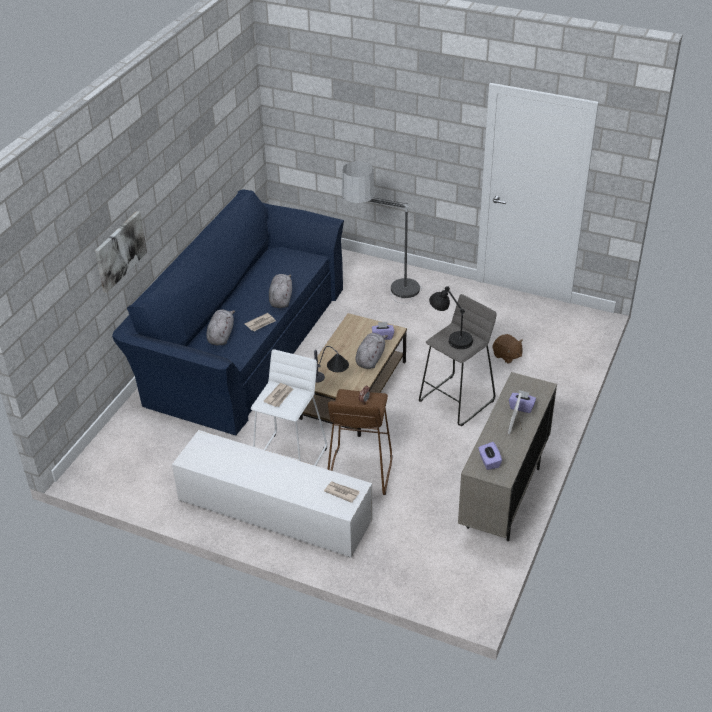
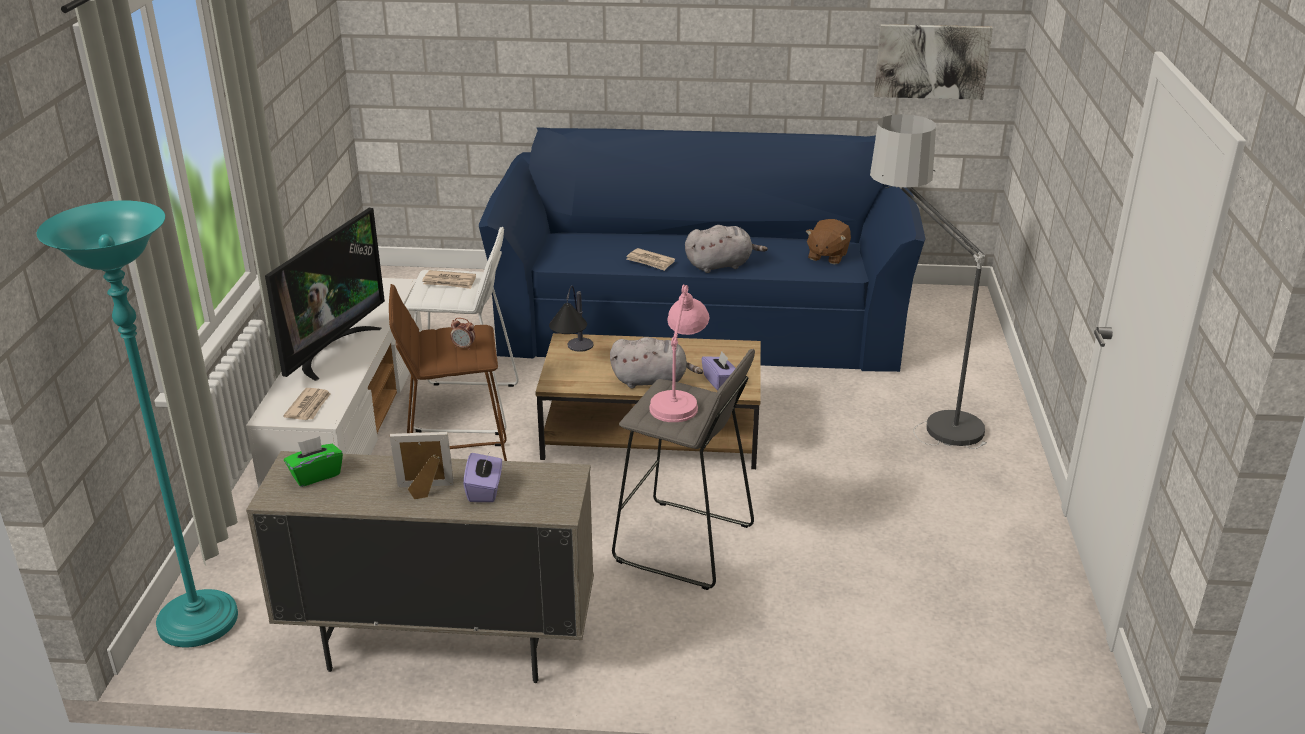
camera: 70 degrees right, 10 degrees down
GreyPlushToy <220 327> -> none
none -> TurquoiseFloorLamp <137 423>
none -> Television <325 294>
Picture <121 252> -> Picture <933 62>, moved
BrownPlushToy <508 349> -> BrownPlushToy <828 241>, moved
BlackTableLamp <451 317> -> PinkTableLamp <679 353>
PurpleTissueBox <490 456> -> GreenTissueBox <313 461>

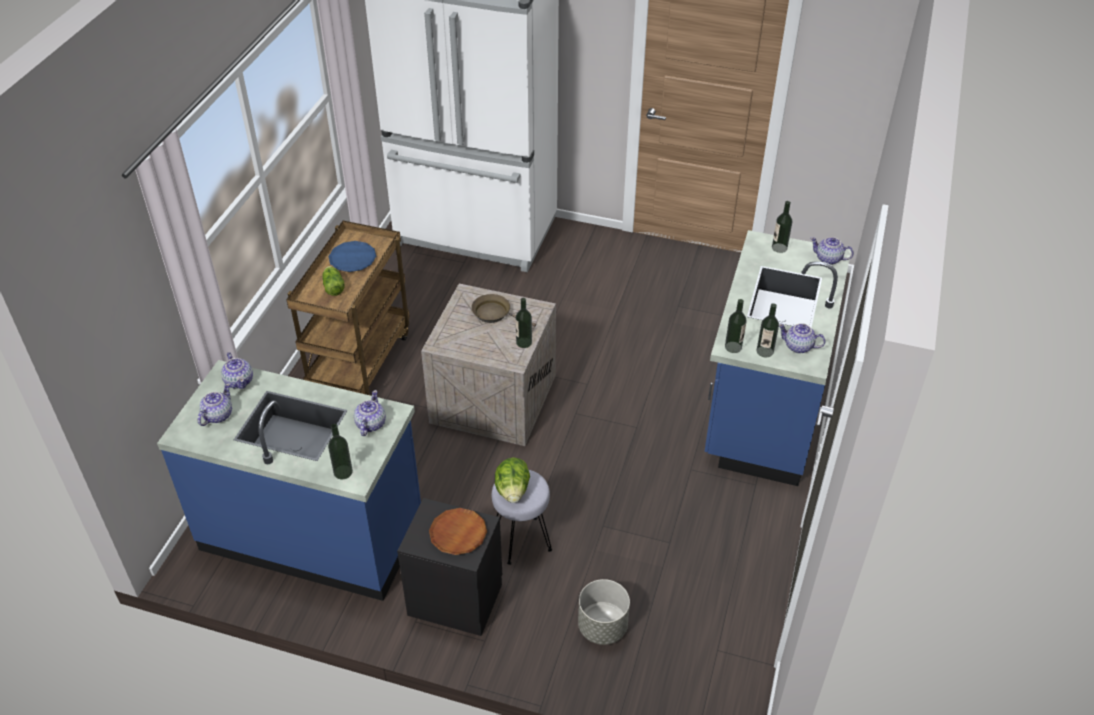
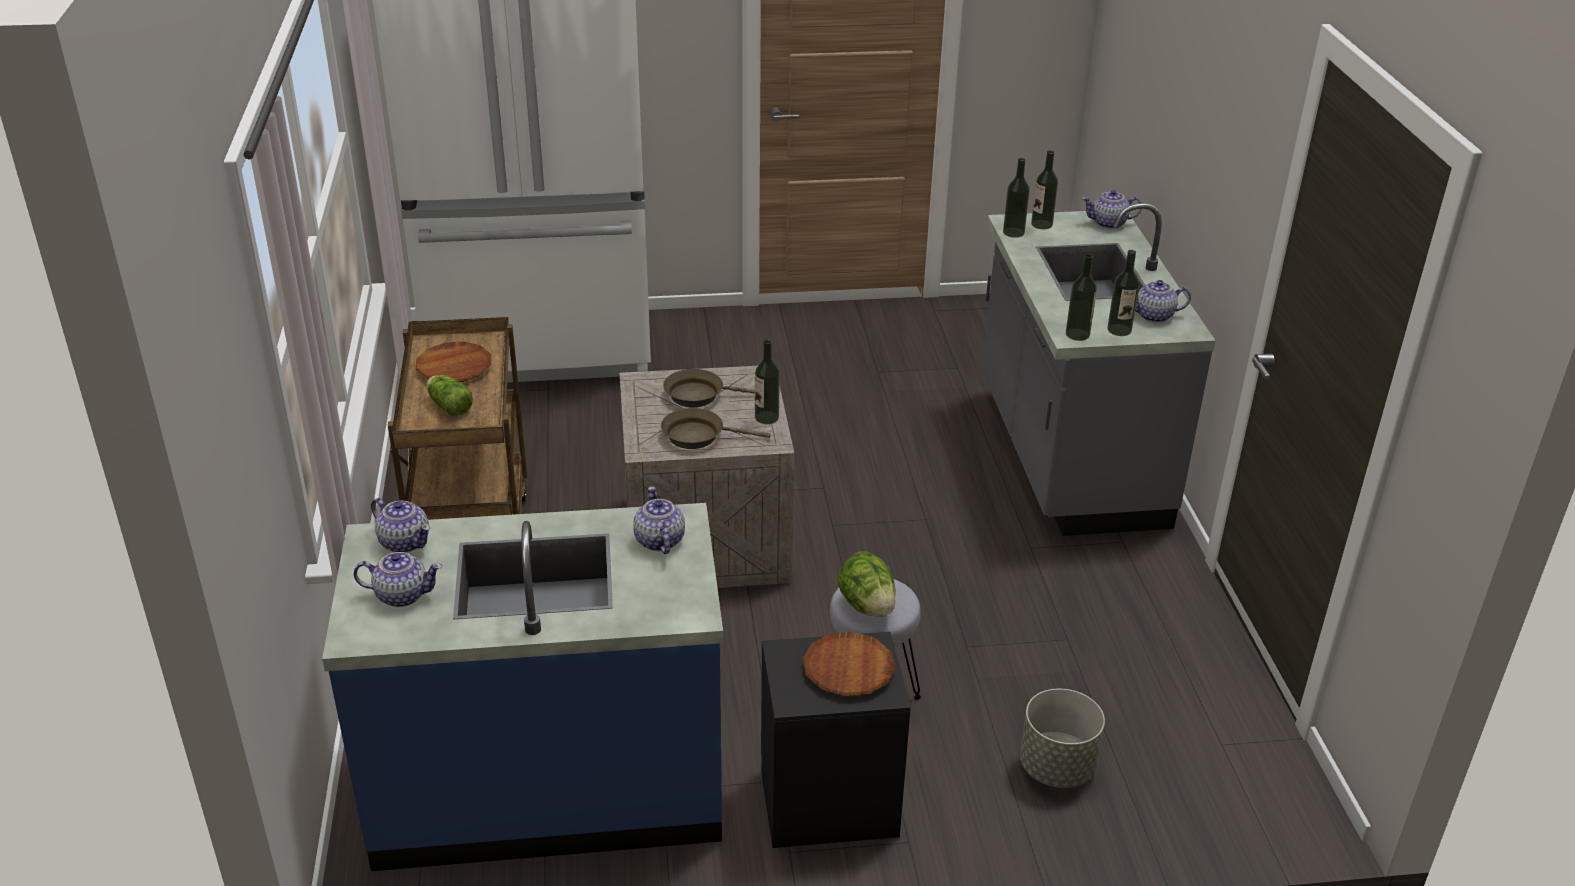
camera: 25 degrees left, 10 degrees down
none -> BrownFryingPan <716 428>
Bottle <340 451> -> Bottle <1016 198>, moved
BluePlate <352 256> -> BrownPlate <453 361>
BlueCounter <778 358> -> GreyCounter <1099 369>
Teapot <215 404> -> Teapot <398 579>, 90 degrees clockwise

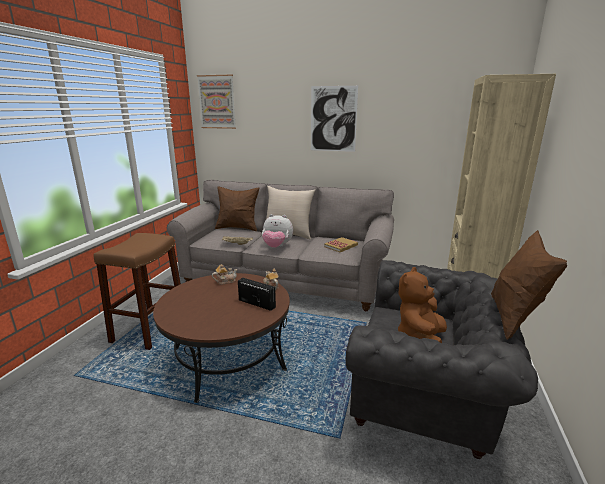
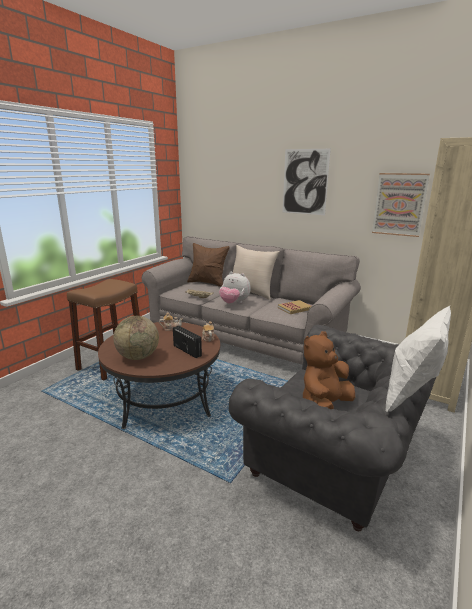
camera: 15 degrees right, 0 degrees up
none -> Globe <136 338>
Picture <216 101> -> Picture <401 205>, moved
BrownPillow <529 285> -> WhitePillow <418 359>

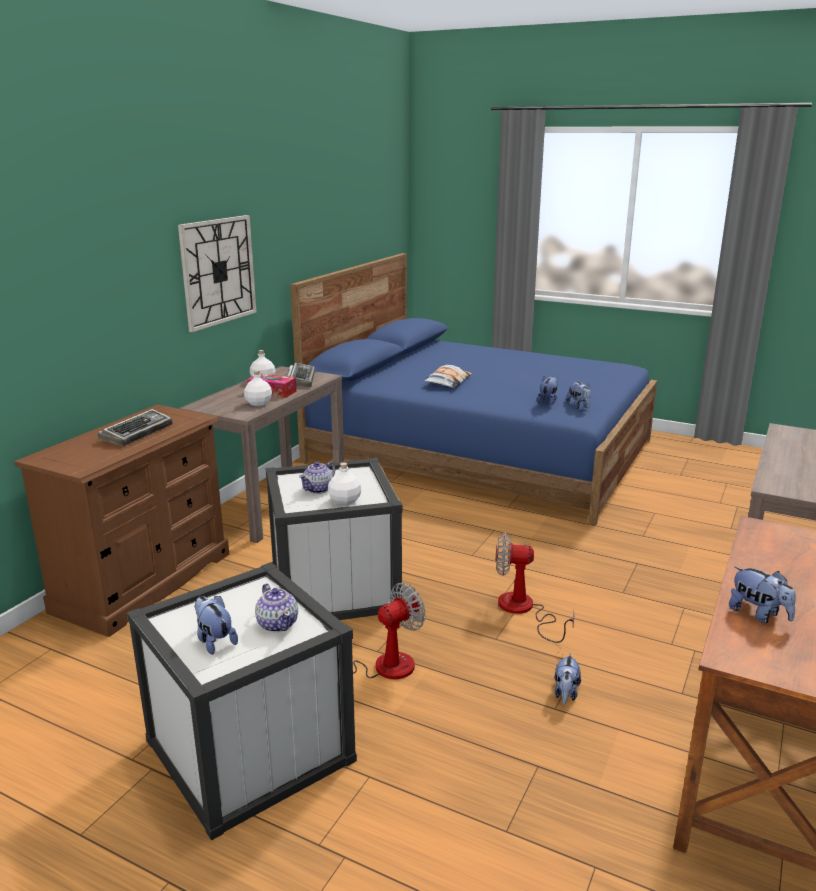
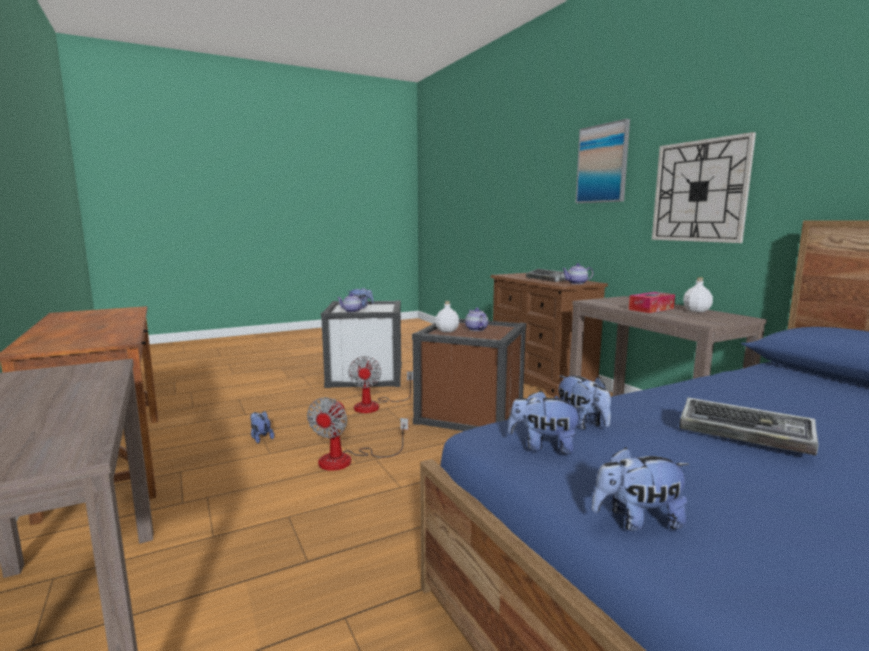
camera: 125 degrees right, 10 degrees down
WhiteBottle <258 388> -> none
Pillow <448 376> -> none
none -> Teapot <577 273>
none -> Picture <602 161>
Keyboard <300 375> -> Keyboard <748 426>, moved
PlushToy <762 594> -> PlushToy <640 489>, moved
WhiteStorageBox <334 539> -> BrownStorageBox <469 375>
Fan <535 587> -> Fan <357 434>, 150 degrees clockwise

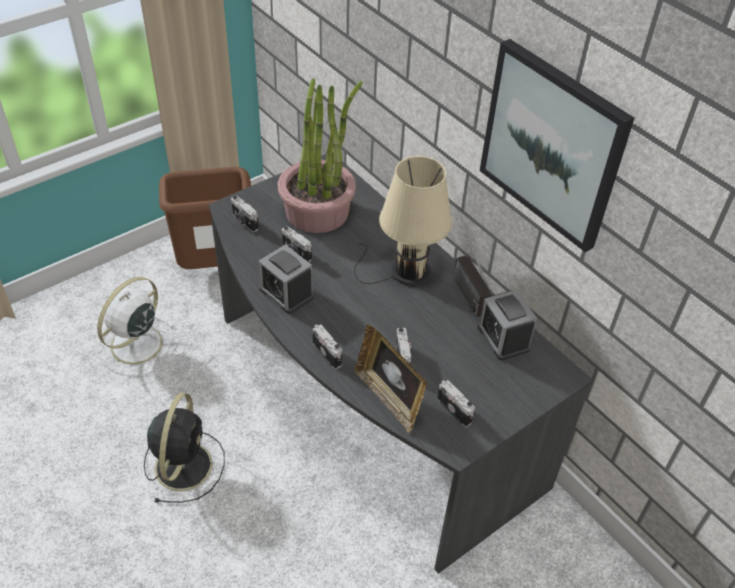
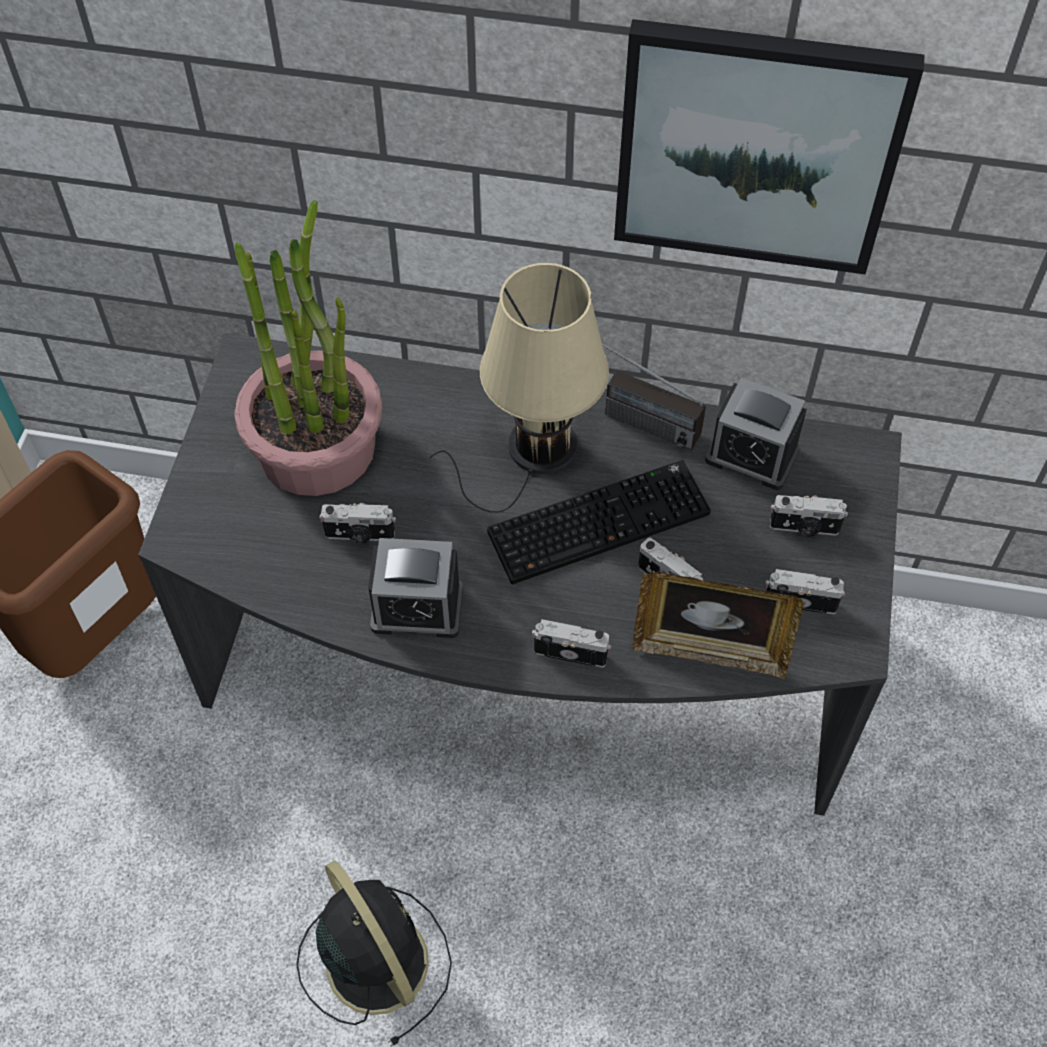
camera: 40 degrees left, 10 degrees up
WhiteFan <135 326> -> none
none -> Keyboard <599 522>
PhotoCamera <245 214> -> PhotoCamera <809 515>, moved

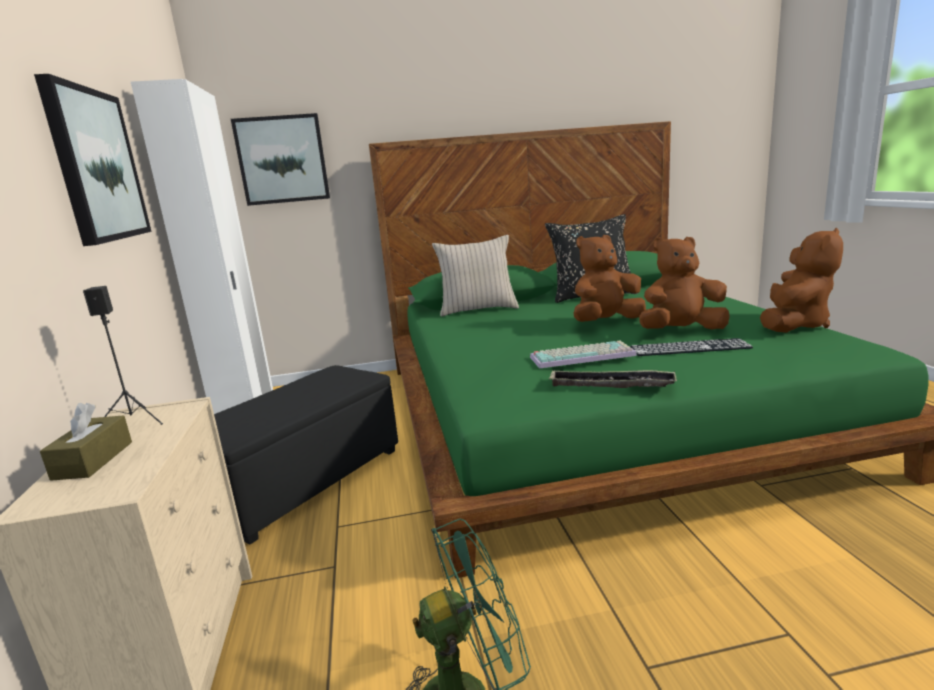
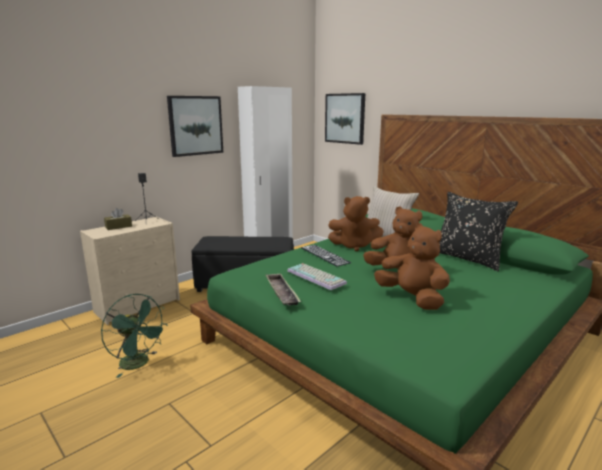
camera: 55 degrees right, 0 degrees up
Keyboard <691 347> -> Keyboard <326 256>, moved
BrownPlushToy <801 280> -> BrownPlushToy <356 223>, moved

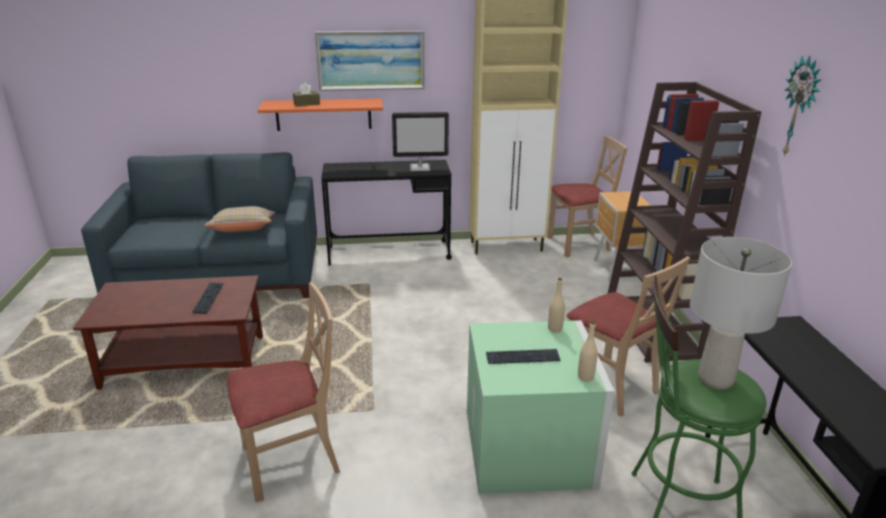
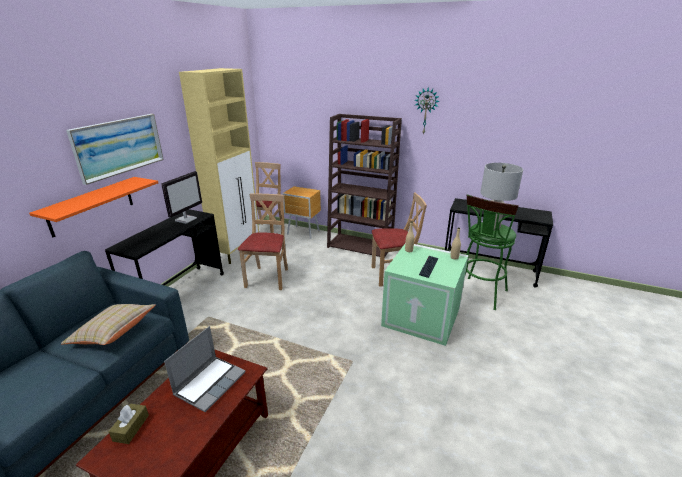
camera: 60 degrees left, 0 degrees up
BeigeChair <283 392> -> BeigeChair <263 242>, moved
BrownTissueBox <306 94> -> BrownTissueBox <129 424>, moved
Keyboard <208 298> -> Laptop <205 369>

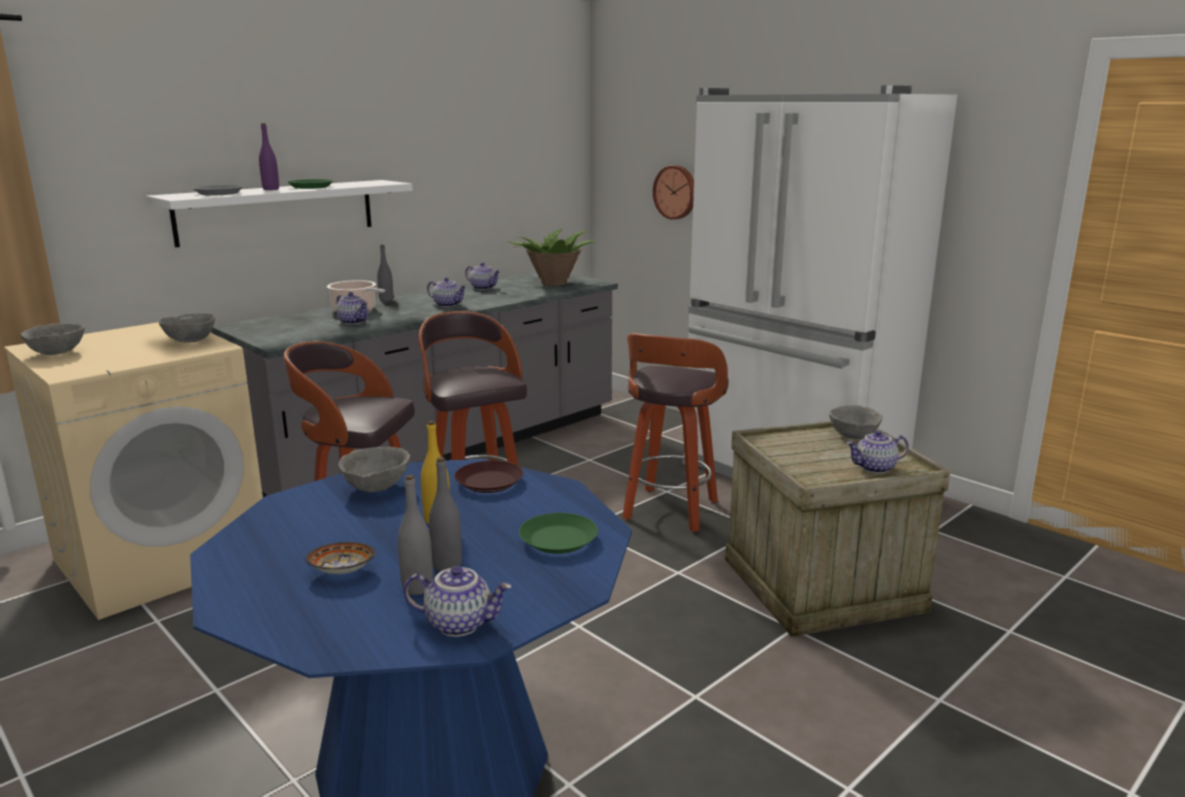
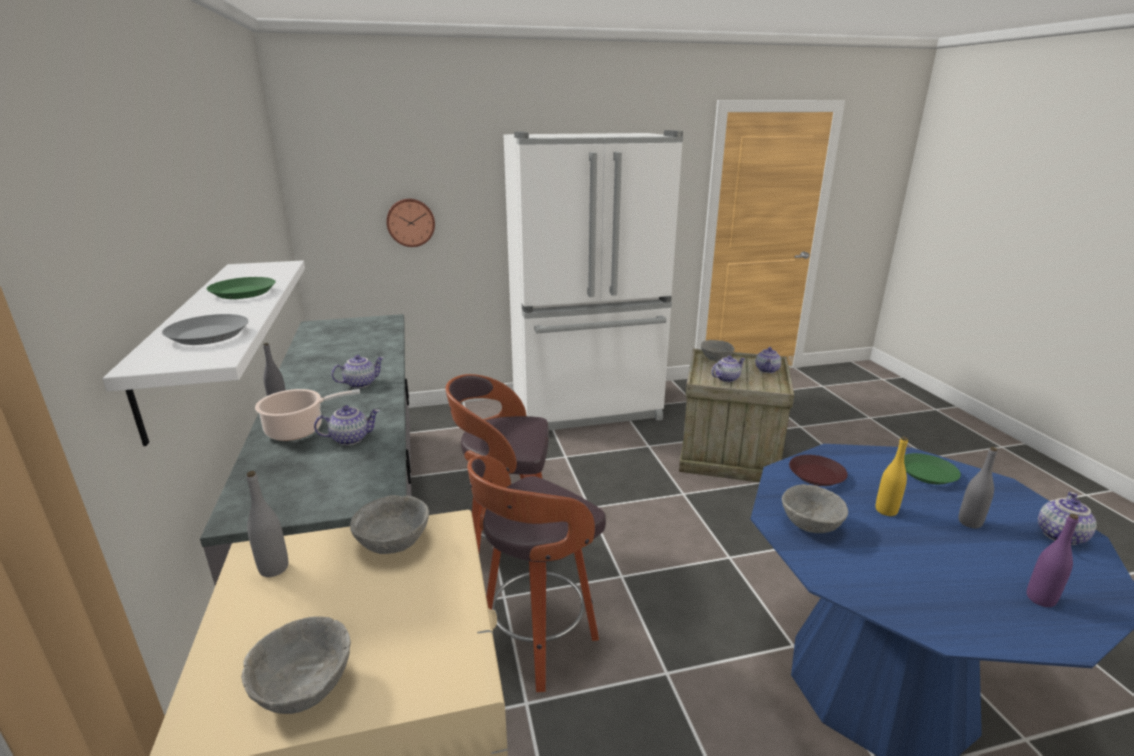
camera: 60 degrees left, 5 degrees up
Bowl <340 558> -> none
PottedPlant <551 257> -> none
Stool <675 432> -> none
PurpleBottle <269 156> -> PurpleBottle <1053 560>, moved
GreyBottle <415 535> -> GreyBottle <267 524>, moved
Teapot <483 276> -> Teapot <728 369>, moved

